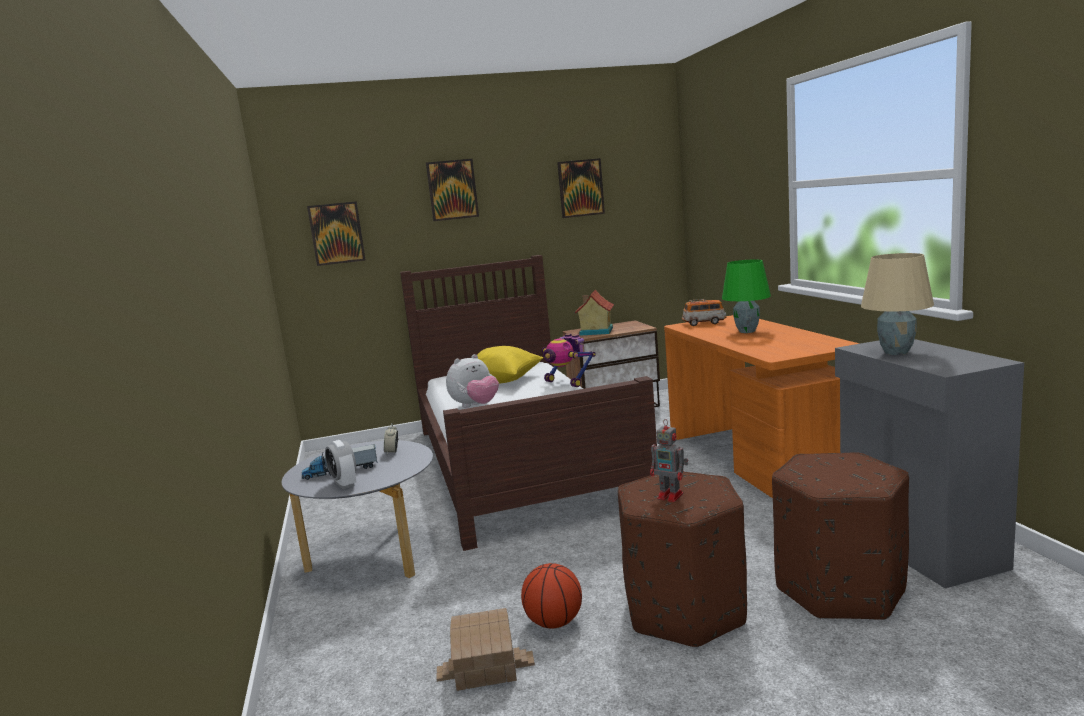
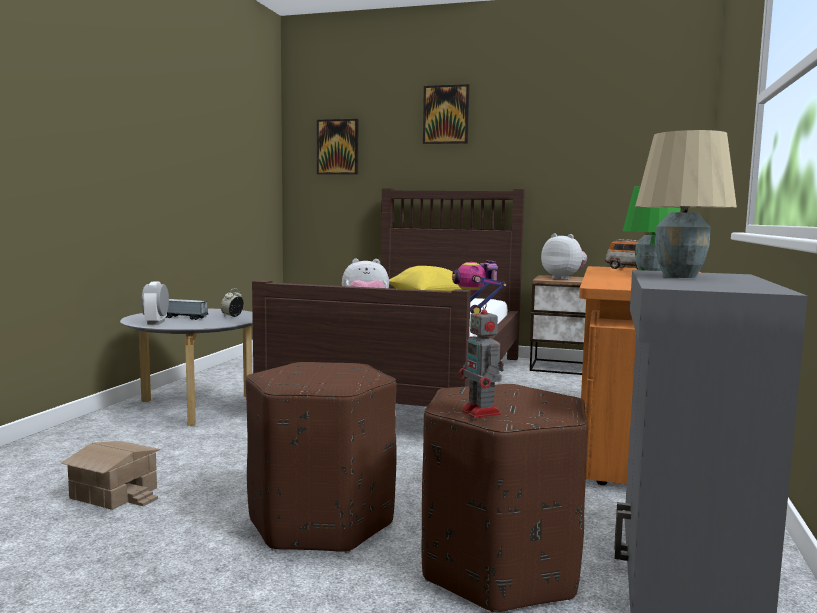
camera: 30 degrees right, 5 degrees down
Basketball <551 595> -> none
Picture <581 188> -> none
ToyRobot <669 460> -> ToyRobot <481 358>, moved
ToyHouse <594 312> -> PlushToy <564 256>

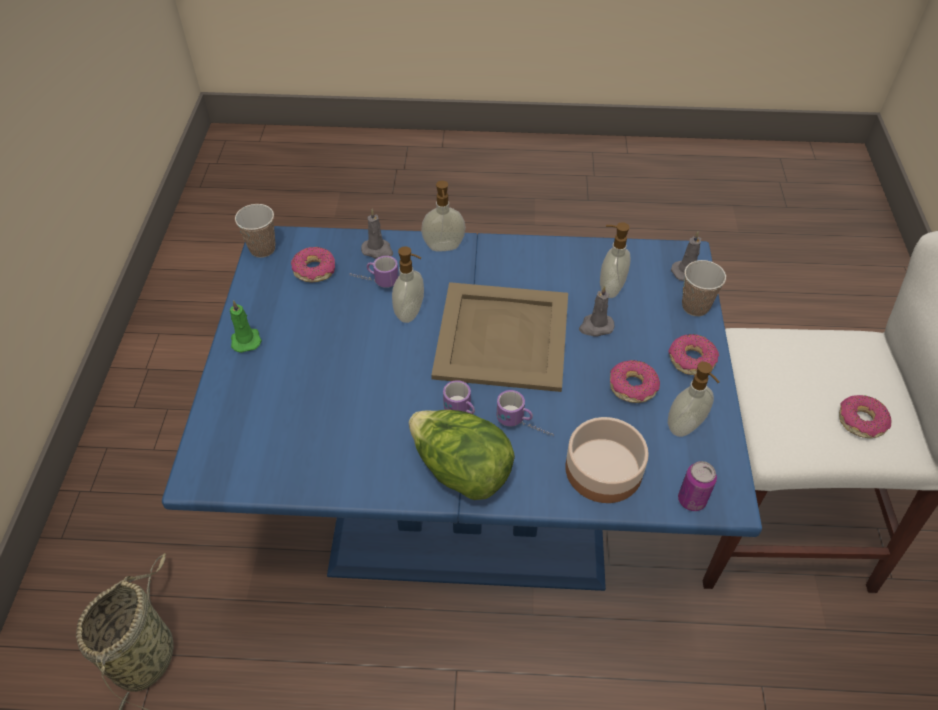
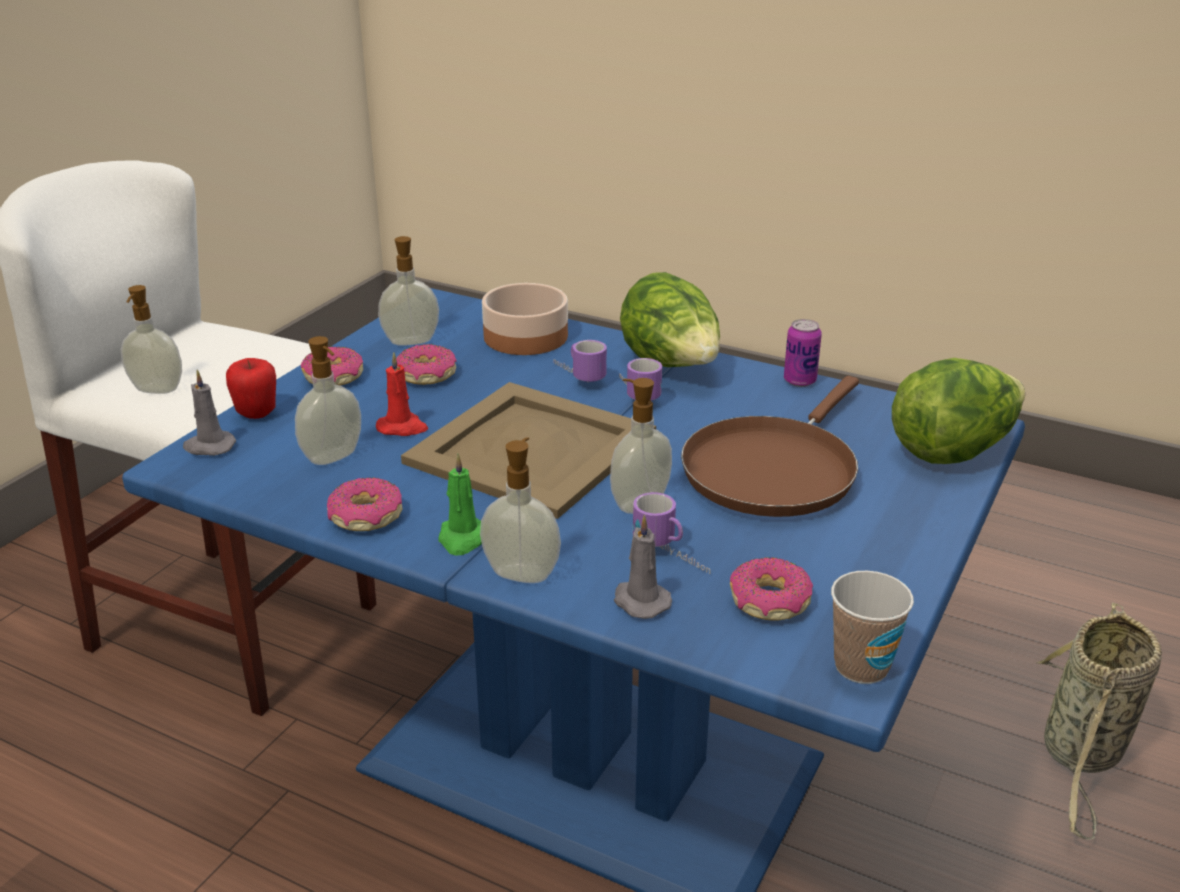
camera: 155 degrees left, 20 degrees down
none -> SoapDispenser <151 339>
none -> BrownFryingPan <770 446>
none -> Lettuce <958 411>
GreenCandle <246 326> -> GreenCandle <460 504>, moved
Can <697 486> -> Can <803 353>, moved
Donut <865 416> -> Donut <365 504>, moved
Cup <704 288> -> Apple <251 388>
GreyCandle <596 311> -> RedCandle <402 394>

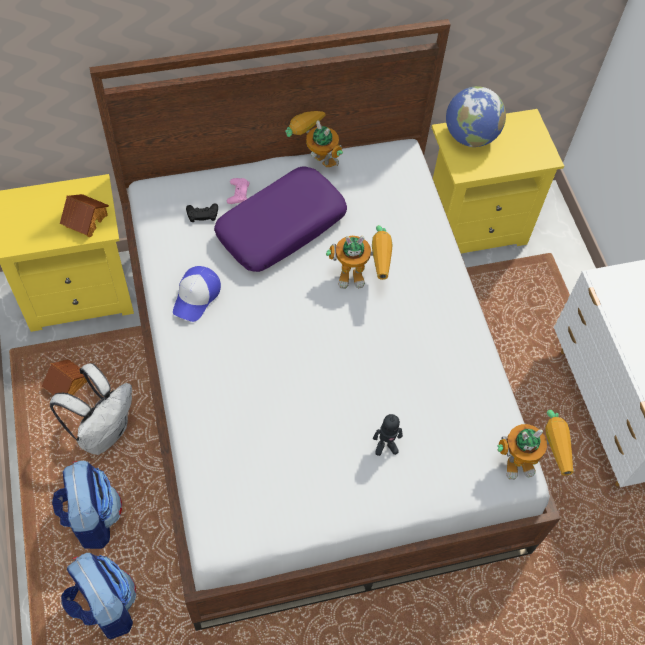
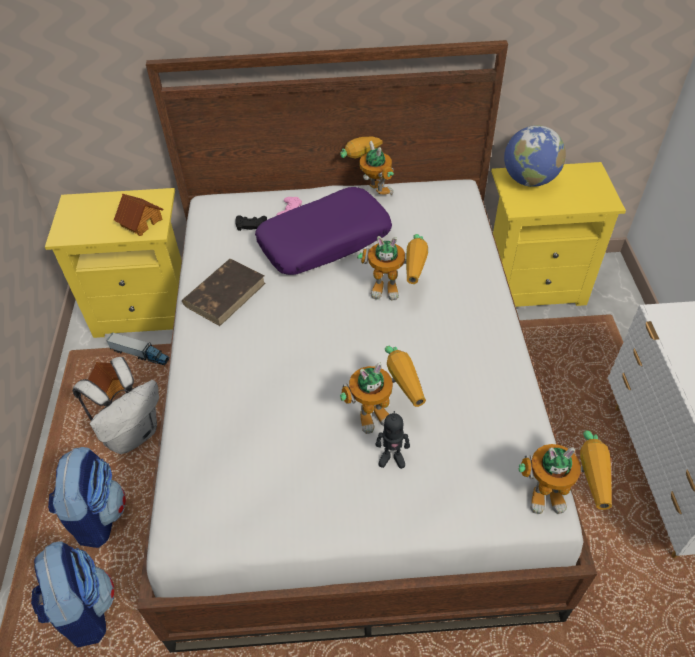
camera: 15 degrees right, 10 degrees down
none -> ToyTruck <137 348>
none -> ToyRobot <383 390>
Cap <197 294> -> BrownBook <224 292>

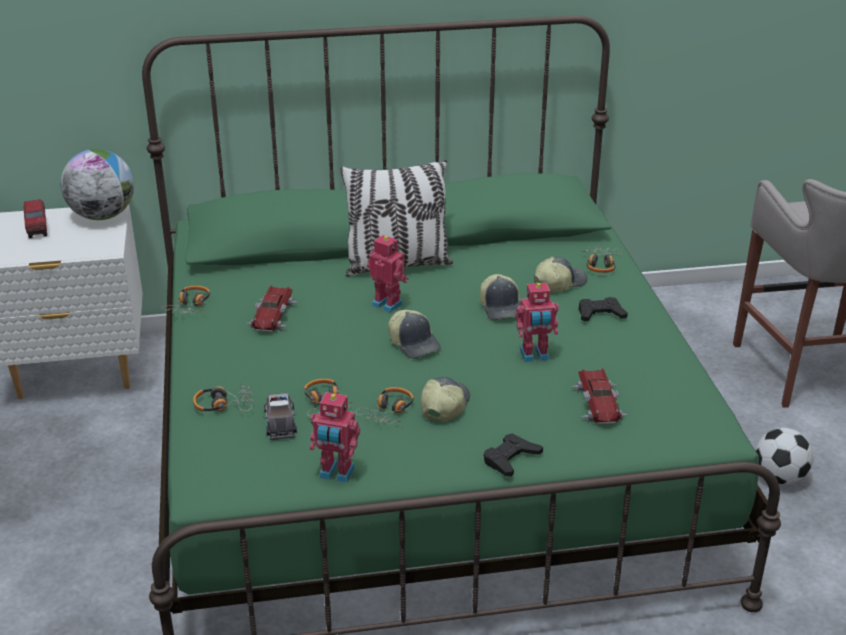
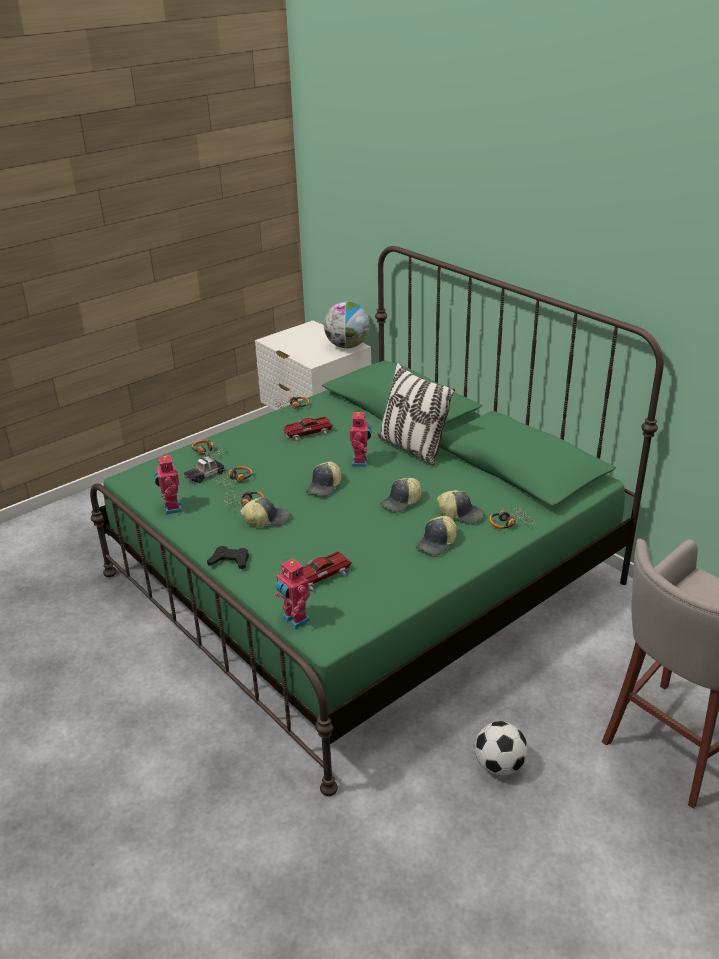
camera: 60 degrees right, 0 degrees up
ToyTruck <35 219> -> none
ToyRobot <537 322> -> ToyRobot <293 593>, moved
BlackGameController <603 309> -> Cap <436 536>

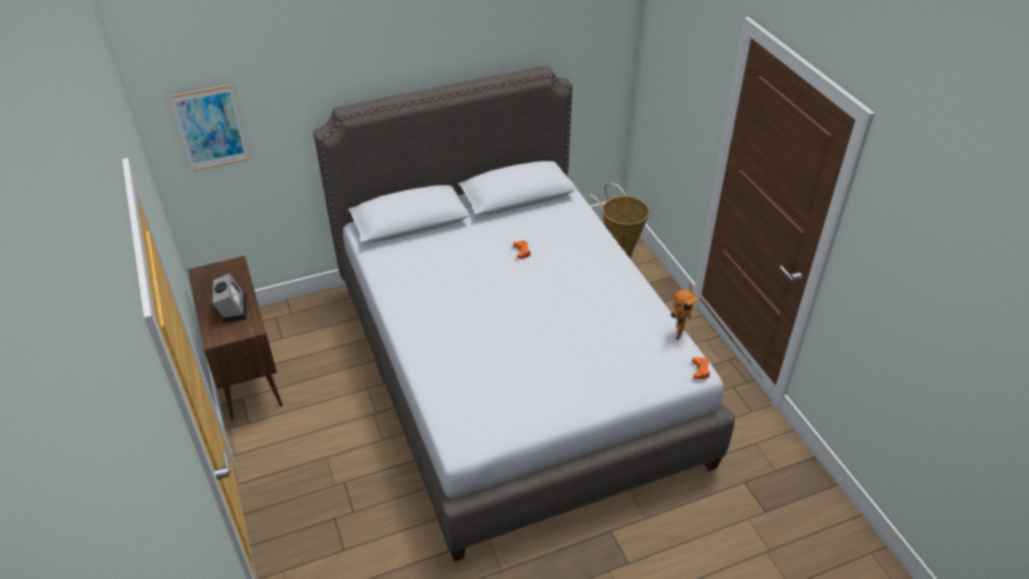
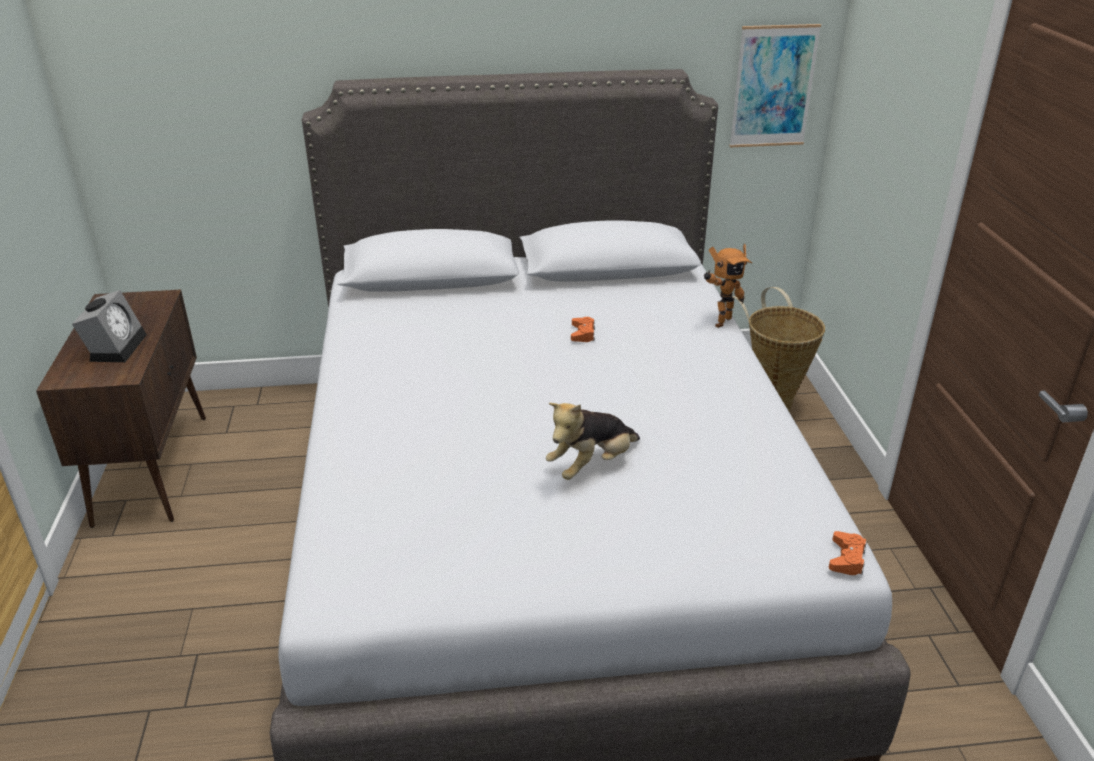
camera: 15 degrees right, 10 degrees down
none -> PlushToy <593 441>
Picture <209 128> -> Picture <775 85>, moved
ToyRobot <684 312> -> ToyRobot <728 286>, moved

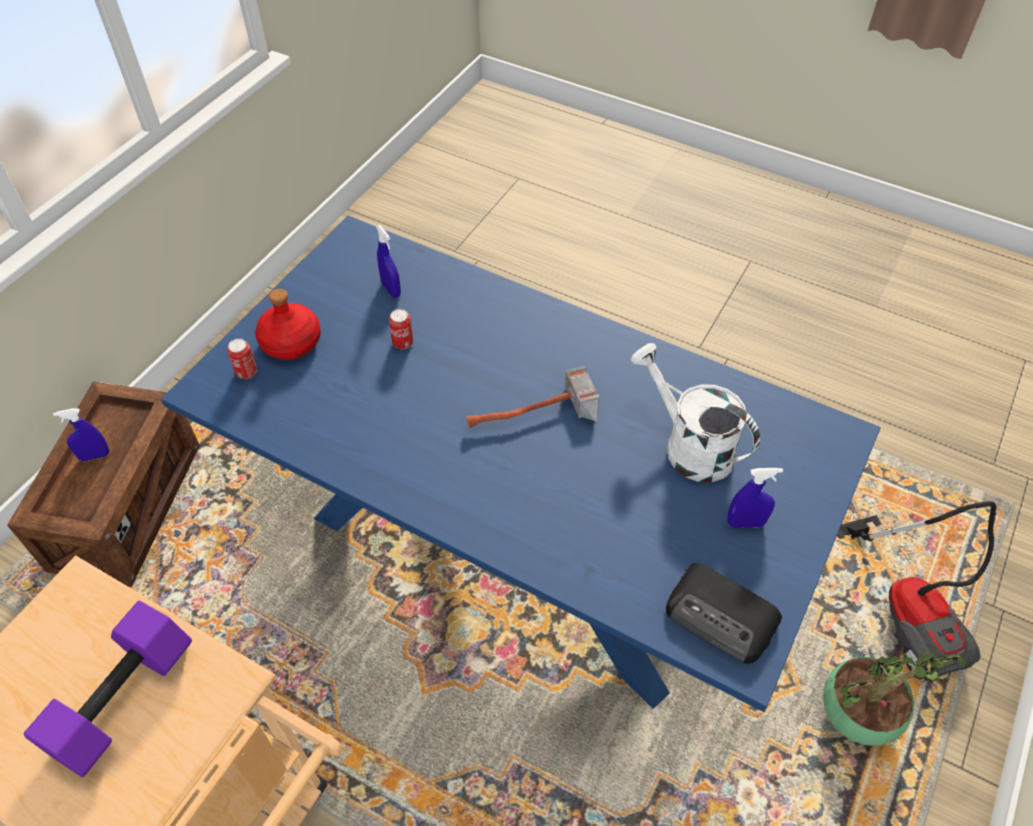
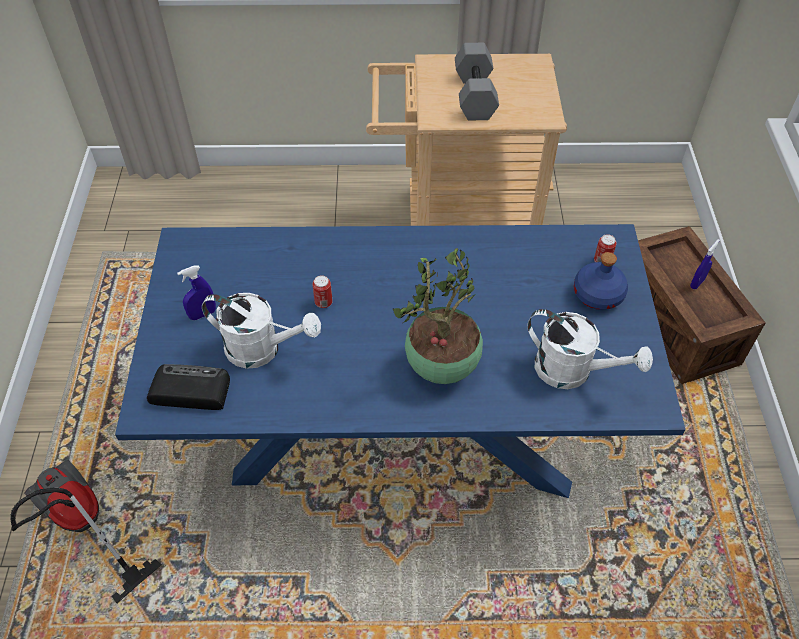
camera: 150 degrees right, 0 degrees up
Hammer <533 397> -> none
Can <401 329> -> Can <322 291>, moved
Radio <724 613> -> Radio <188 387>, moved
PottedPlant <894 699> -> PottedPlant <438 316>, moved
BlueSprayBottle <388 261> -> WhiteWateringCan <590 349>
PurpleDumbbell <108 689> -> GreyDumbbell <477 81>
RedBottle <288 324> -> BlueBottle <601 281>

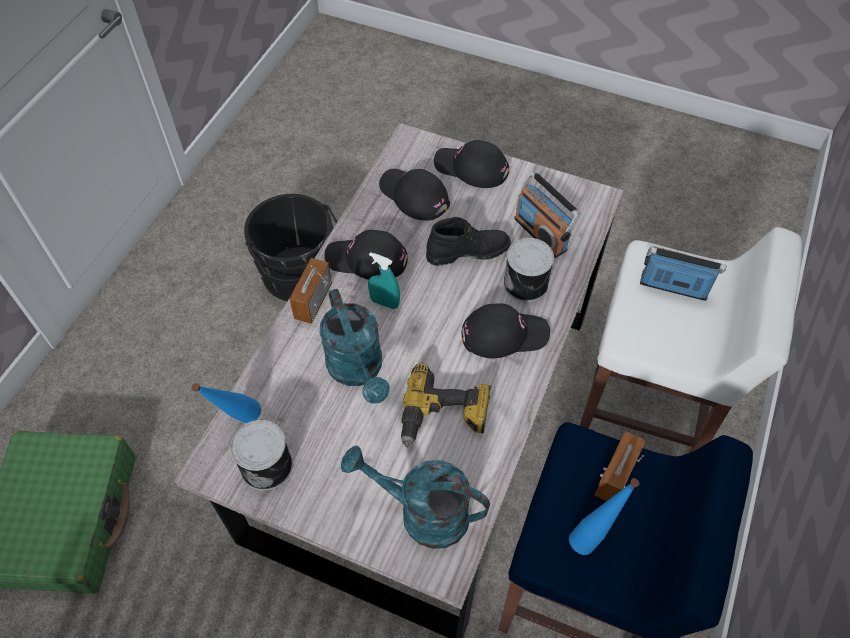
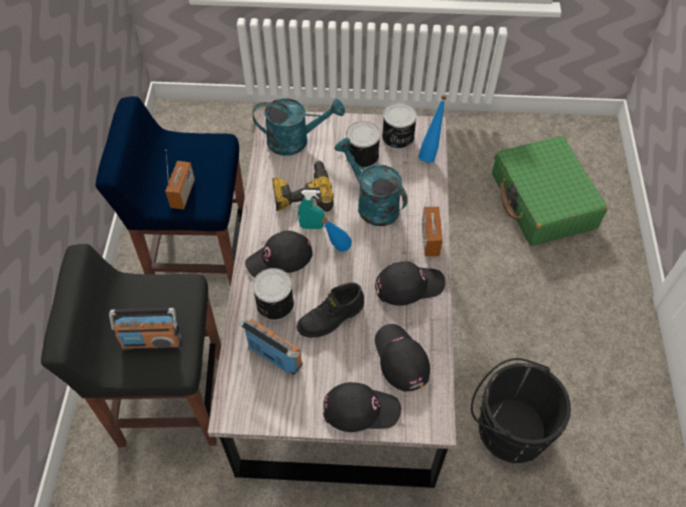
camera: 160 degrees right, 0 degrees up
none -> Can <363 145>
TurquoiseSprayBottle <384 280> -> TurquoiseSprayBottle <311 209>, moved
BlueBottle <604 516> -> BlueBottle <337 234>, moved
WhiteStool <690 340> -> BlackStool <131 345>
BlackCap <414 195> -> BlackCap <402 357>, 135 degrees counterclockwise

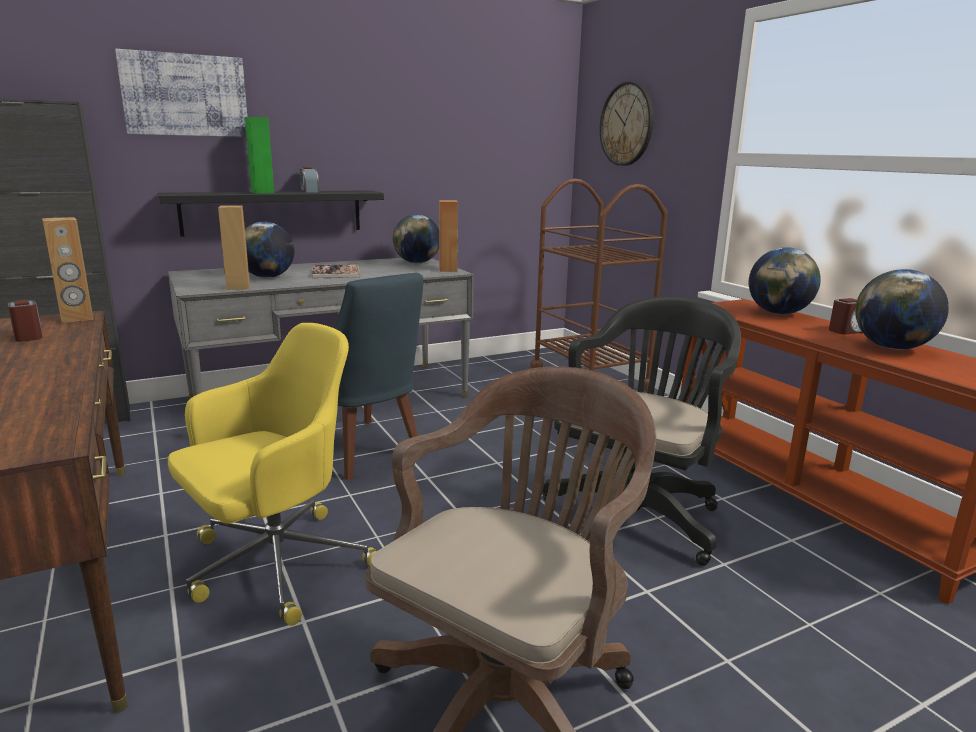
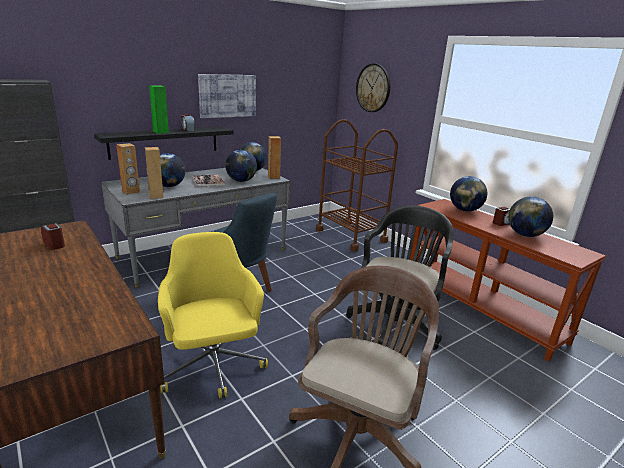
camera: 10 degrees left, 5 degrees up
none -> Globe <241 166>
BrownSpeaker <68 270> -> BrownSpeaker <128 169>, moved
Picture <181 93> -> Picture <227 96>, moved
YellowOfficeChair <272 474> -> YellowOfficeChair <213 315>, 60 degrees counterclockwise

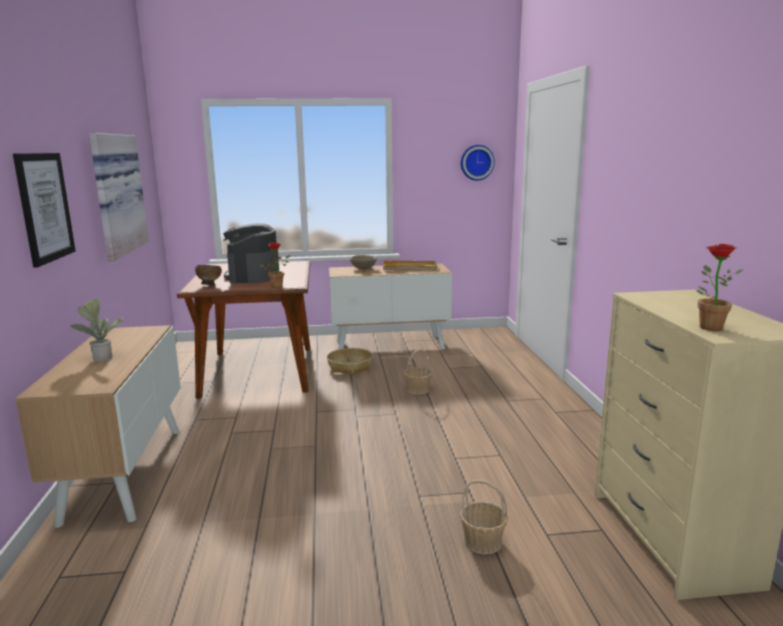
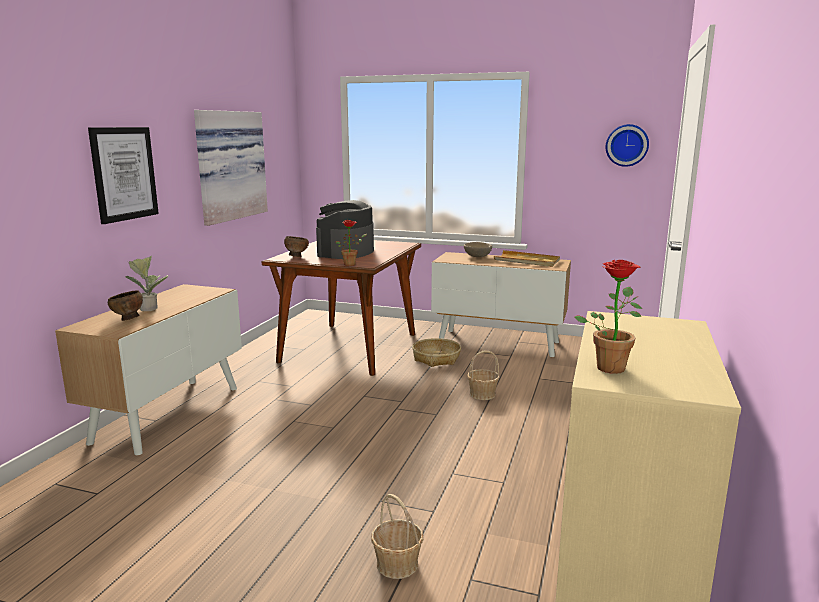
camera: 25 degrees right, 0 degrees up
none -> BrownBowl <125 305>

